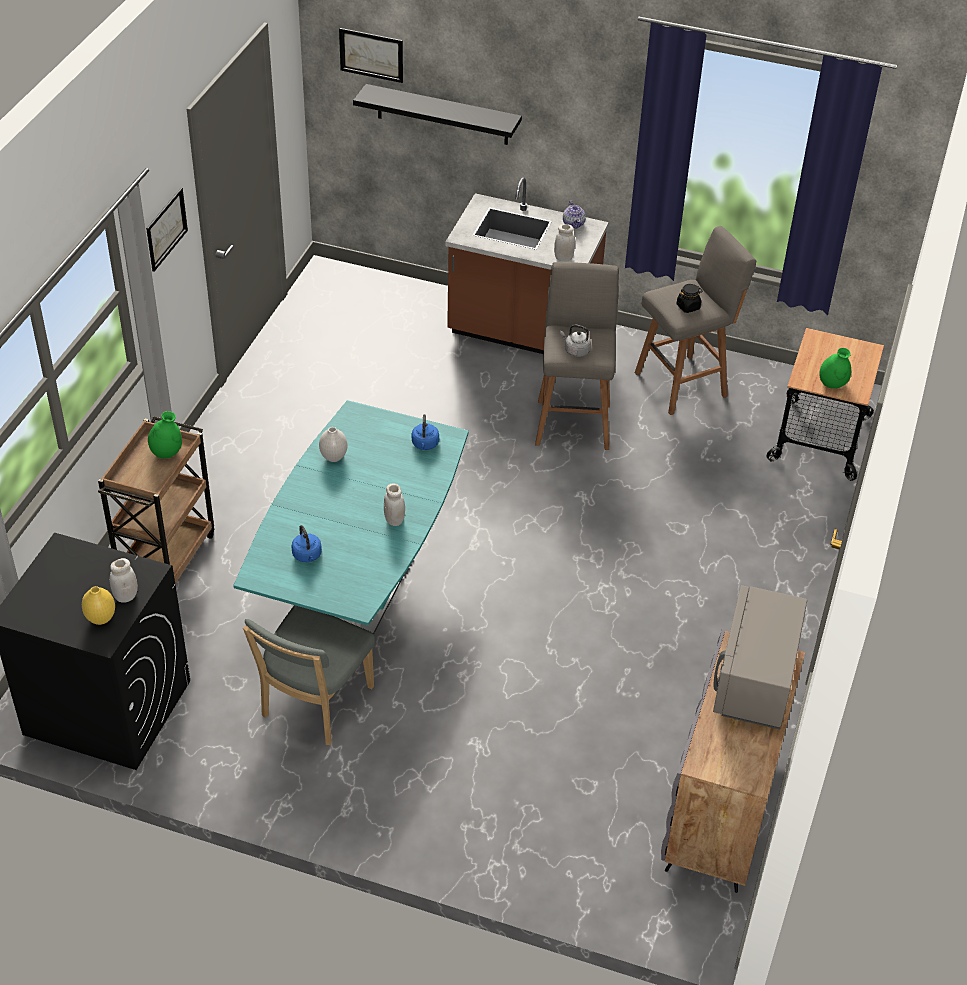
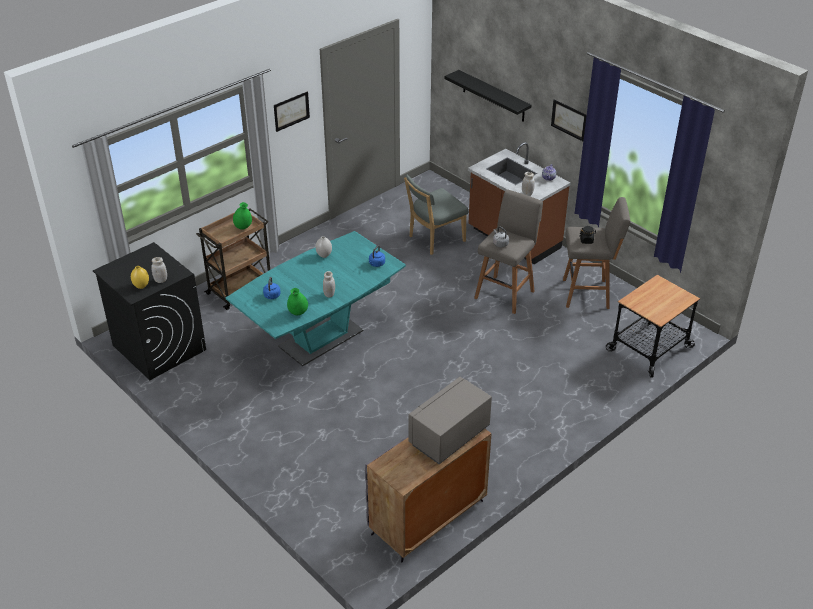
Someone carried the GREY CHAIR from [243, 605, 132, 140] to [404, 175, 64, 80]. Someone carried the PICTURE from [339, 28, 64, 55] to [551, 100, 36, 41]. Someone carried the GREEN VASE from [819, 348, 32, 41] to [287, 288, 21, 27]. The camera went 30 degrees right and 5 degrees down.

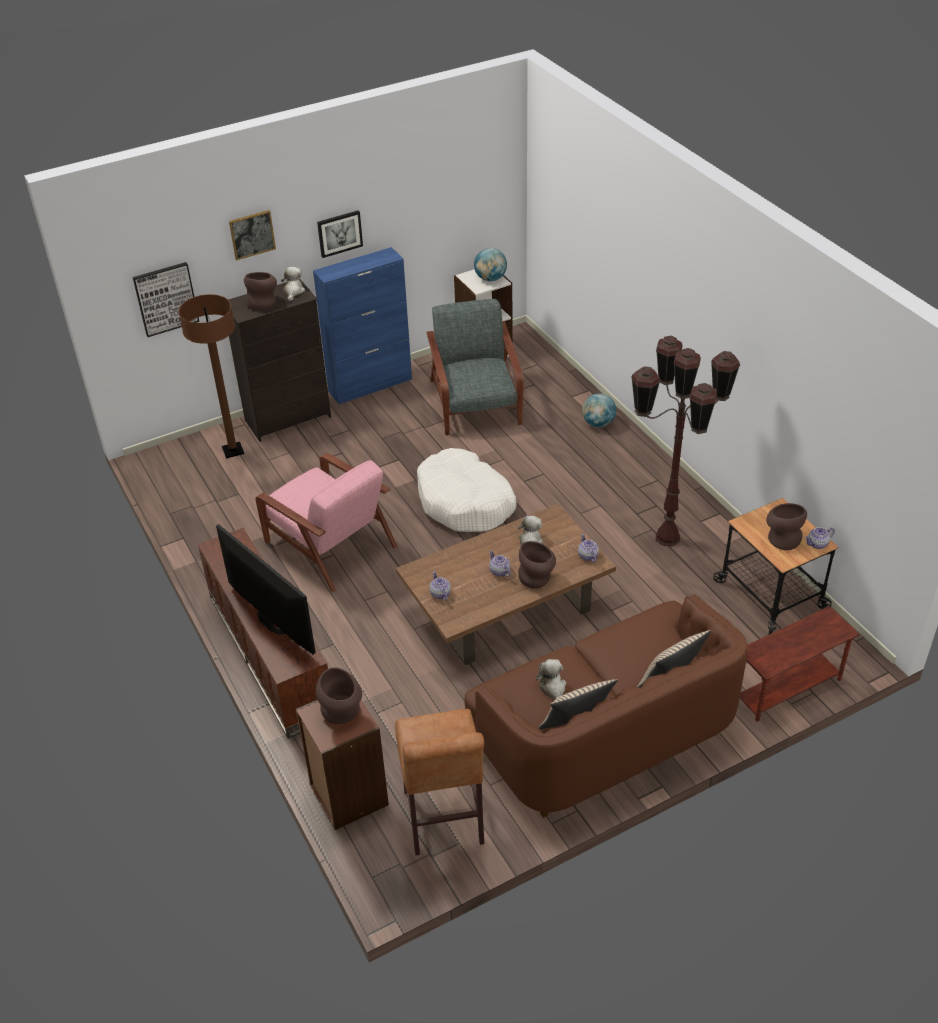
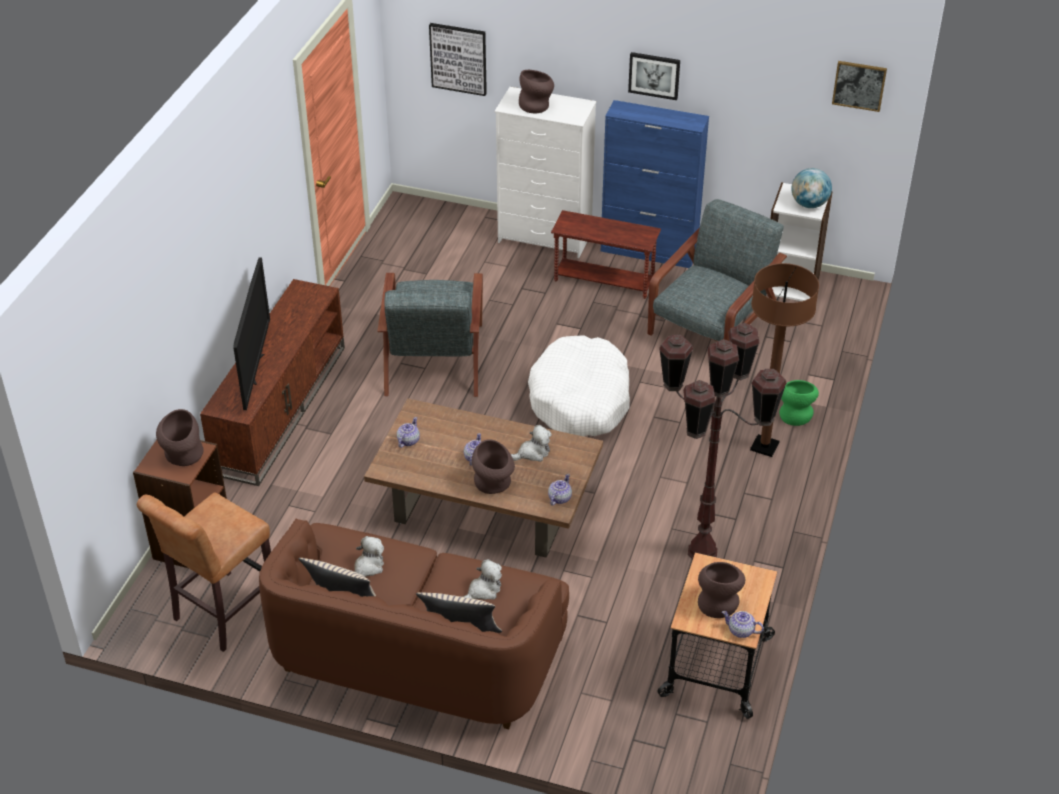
Someone carried the BROWN FLOOR LAMP from [178, 294, 66, 164] to [750, 263, 69, 194]. Someone repainted the BLACK DRESSER at [228, 278, 103, 164], which became the WHITE DRESSER at [495, 87, 102, 171]. Someone carried the PICTURE from [229, 210, 47, 50] to [832, 61, 55, 51]. Someone repainted the PINK ARMCHAIR at [255, 453, 143, 139], which became the GREY ARMCHAIR at [378, 273, 105, 124]. Someone carried the PLUSH TOY from [281, 267, 24, 34] to [461, 559, 41, 41]. Someone swapped the GLOBE at [582, 393, 34, 35] for the GREEN VASE at [779, 380, 40, 46]. Someone carried the BROWN SIDE TABLE from [740, 606, 119, 116] to [551, 210, 110, 89]. The camera went 45 degrees right and 0 degrees up.

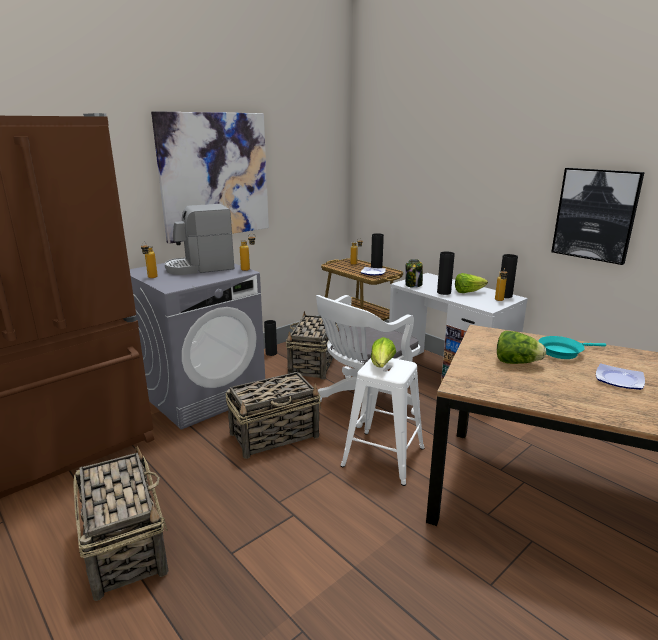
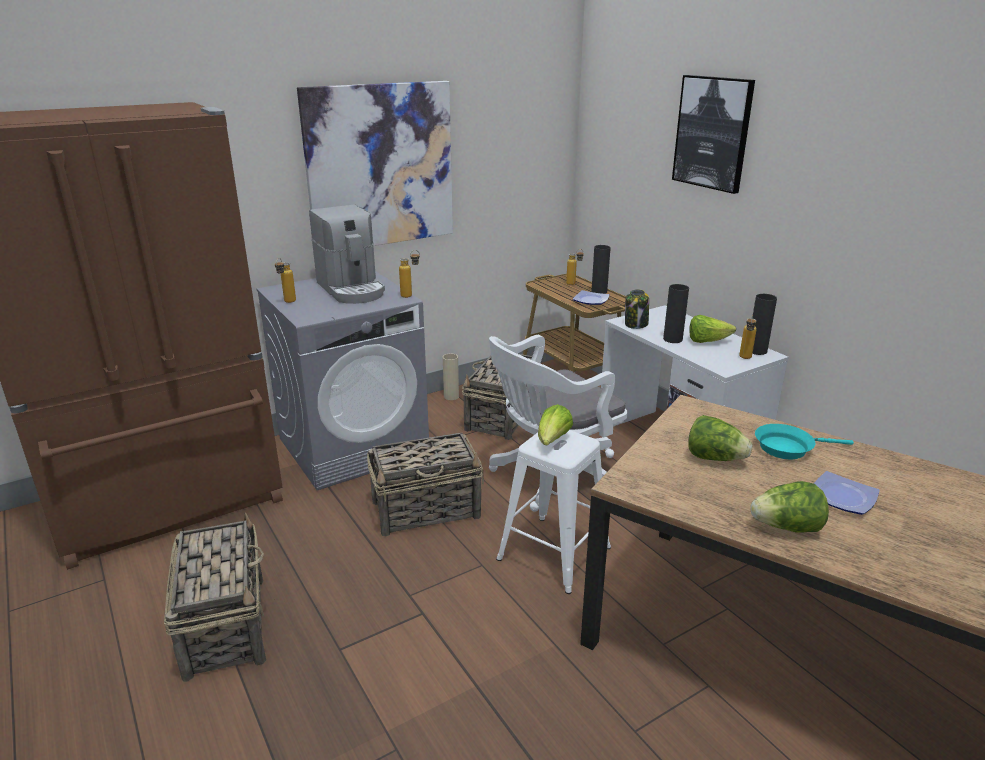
Someone rotated the COFFEE MACHINE at [165, 204, 69, 71] by 105 degrees counterclockwise. Someone repainted the BLACK VASE at [264, 320, 13, 36], which became the BEIGE VASE at [443, 354, 16, 46]. Someone carried the PICTURE from [551, 168, 94, 97] to [672, 75, 83, 119]. Someone put down the LETTUCE at [750, 481, 79, 52]. The camera went 10 degrees right and 5 degrees up.

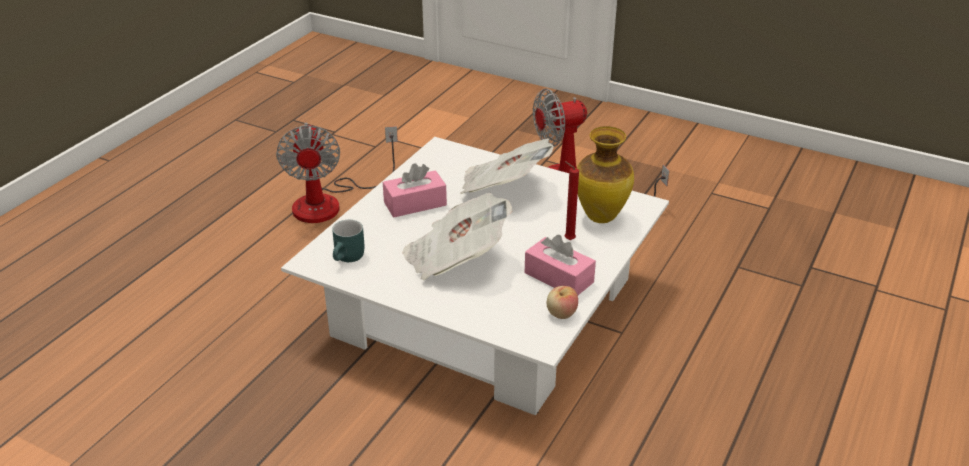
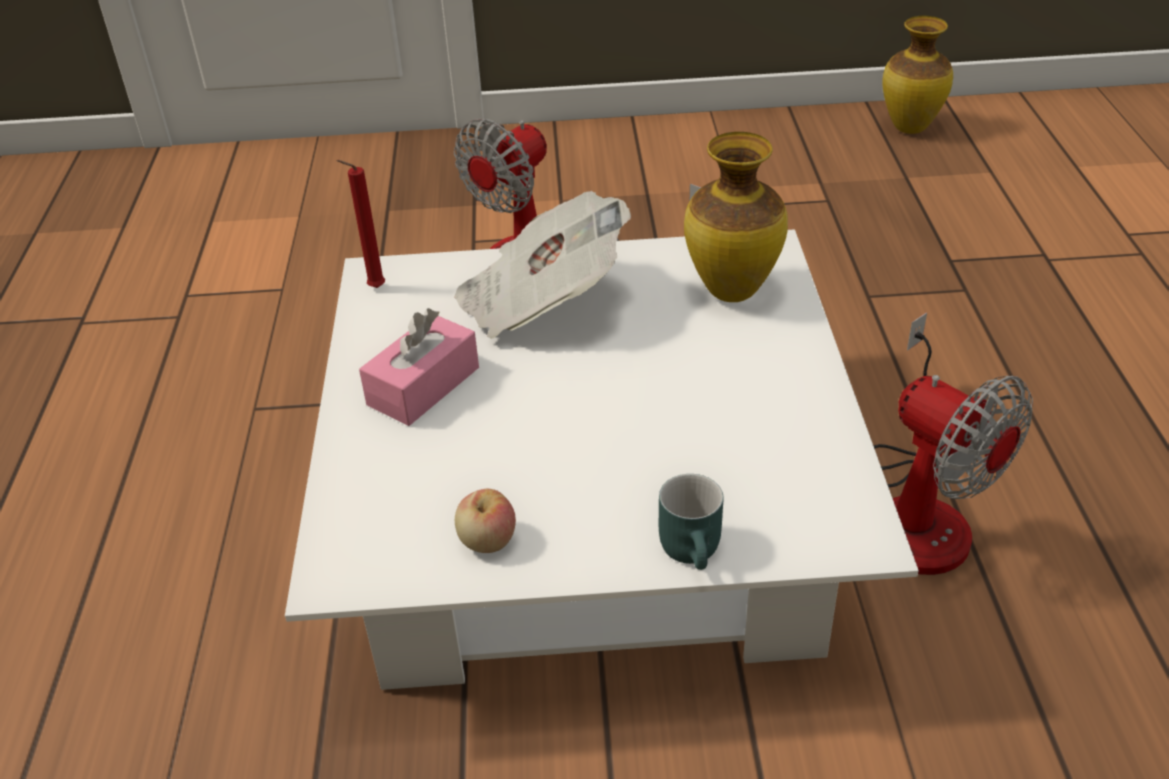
Someone carried the FAN from [276, 123, 122, 100] to [874, 312, 159, 263]. Someone carried the TURQUOISE MUG from [332, 220, 32, 42] to [659, 474, 65, 96]. Someone took away the NEWSPAPER at [402, 193, 111, 87]. Someone took away the PINK TISSUE BOX at [525, 235, 71, 60]. Someone carried the APPLE from [547, 286, 31, 33] to [455, 489, 61, 64]. Someone carried the RED CANDLE from [565, 161, 14, 79] to [336, 160, 49, 128]. Someone put down the VASE at [882, 16, 71, 118]. The camera went 30 degrees left and 5 degrees up.

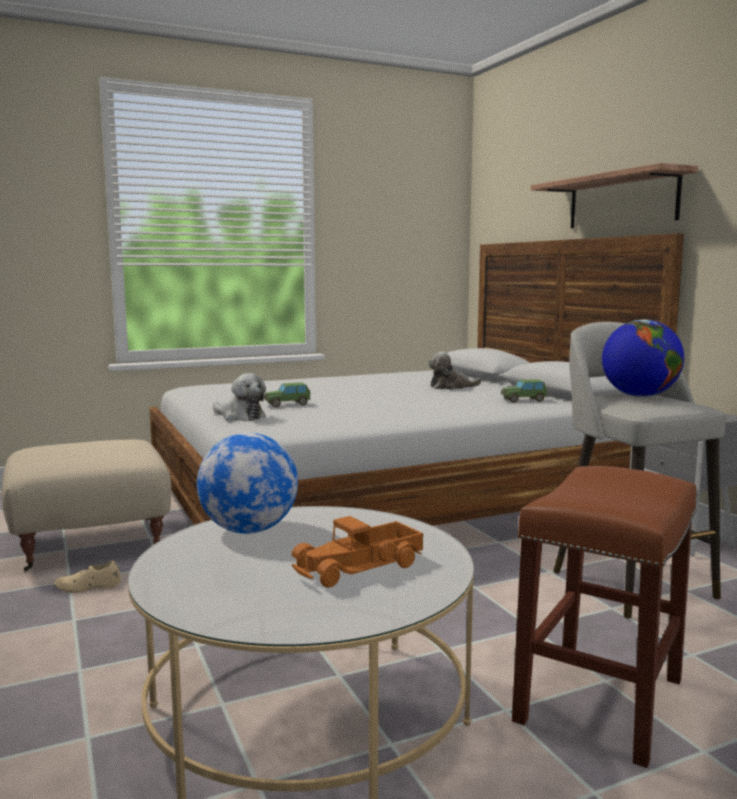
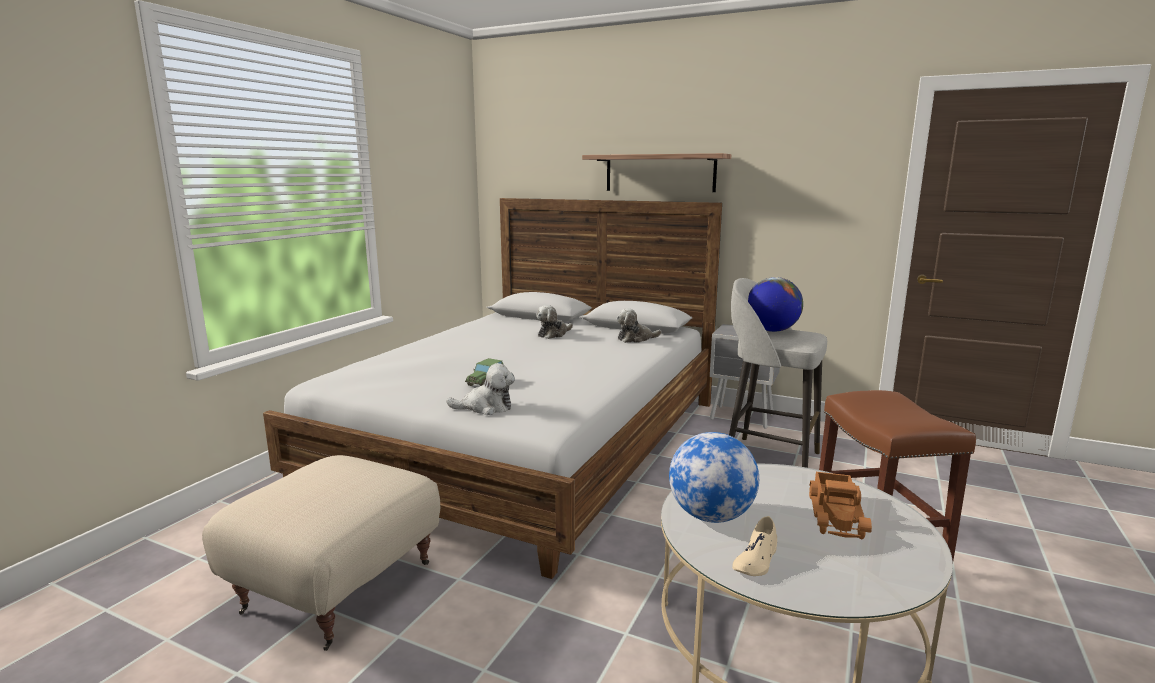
Someone carried the BEIGE SHOE from [54, 560, 67, 33] to [732, 516, 45, 60]. Someone swapped the TOY CAR at [501, 379, 46, 24] for the PLUSH TOY at [616, 308, 46, 35]. The camera went 40 degrees left and 5 degrees up.

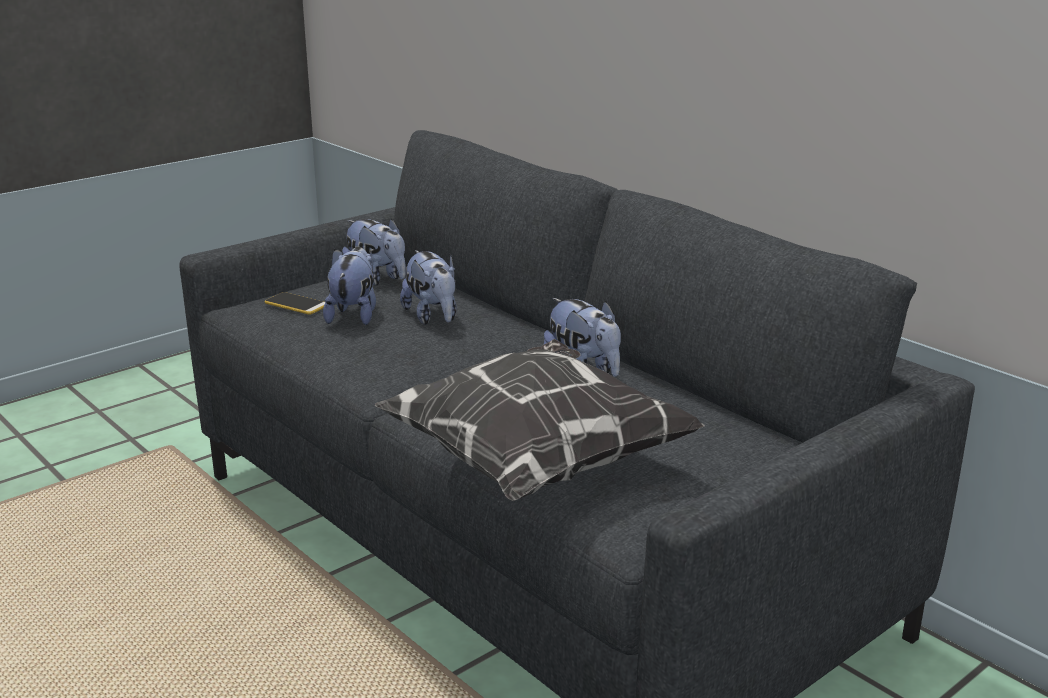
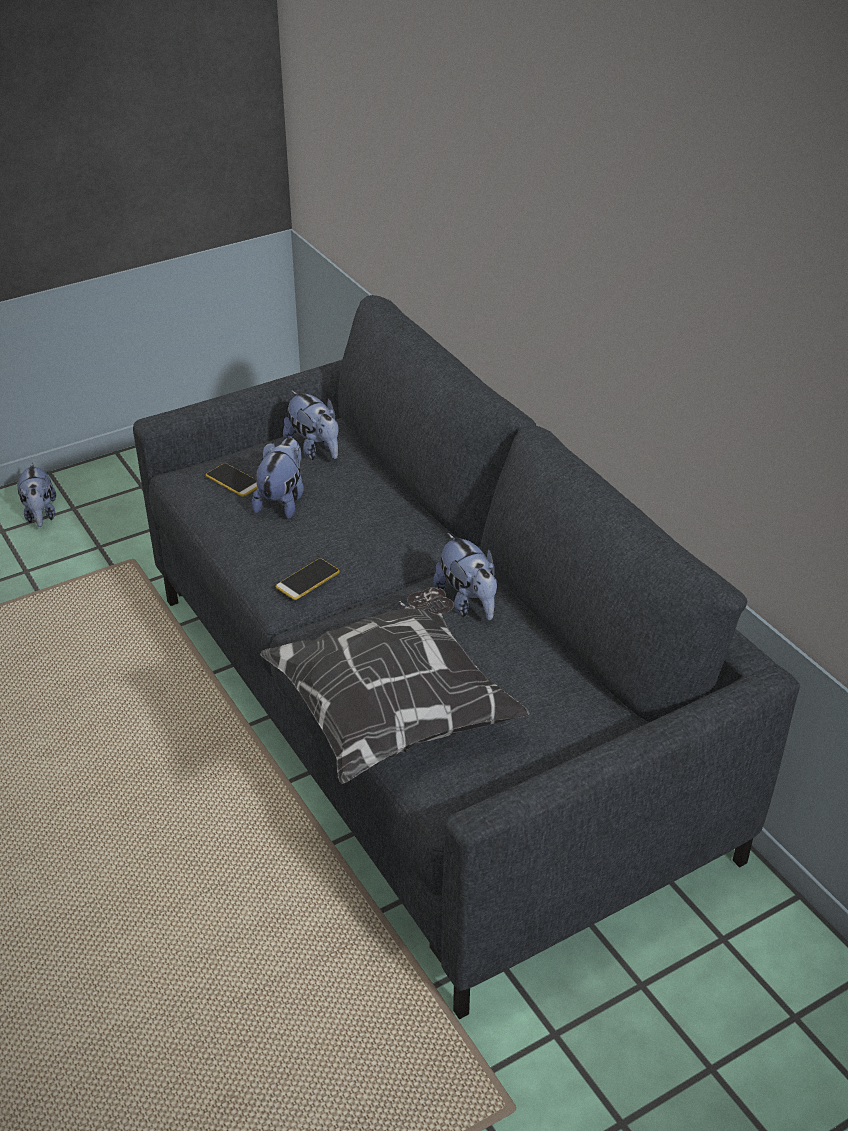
Someone carried the PLUSH TOY from [400, 250, 57, 75] to [17, 462, 39, 65]. Someone put down the PHONE at [276, 558, 64, 42]. The camera went 10 degrees right and 15 degrees up.

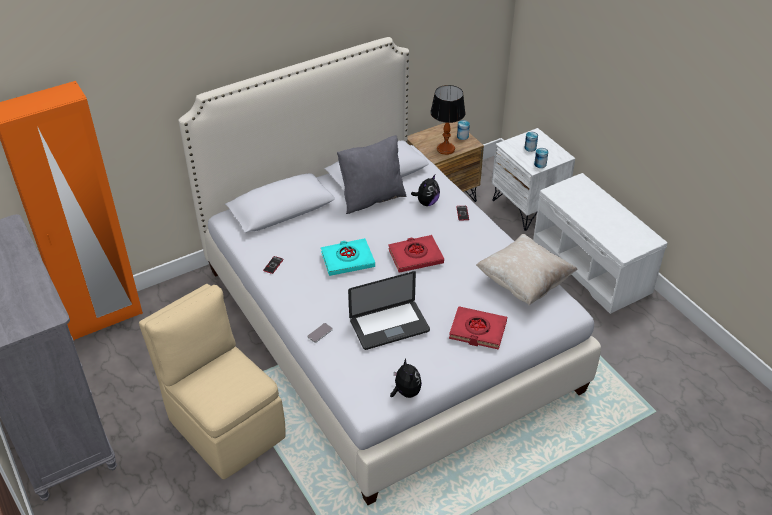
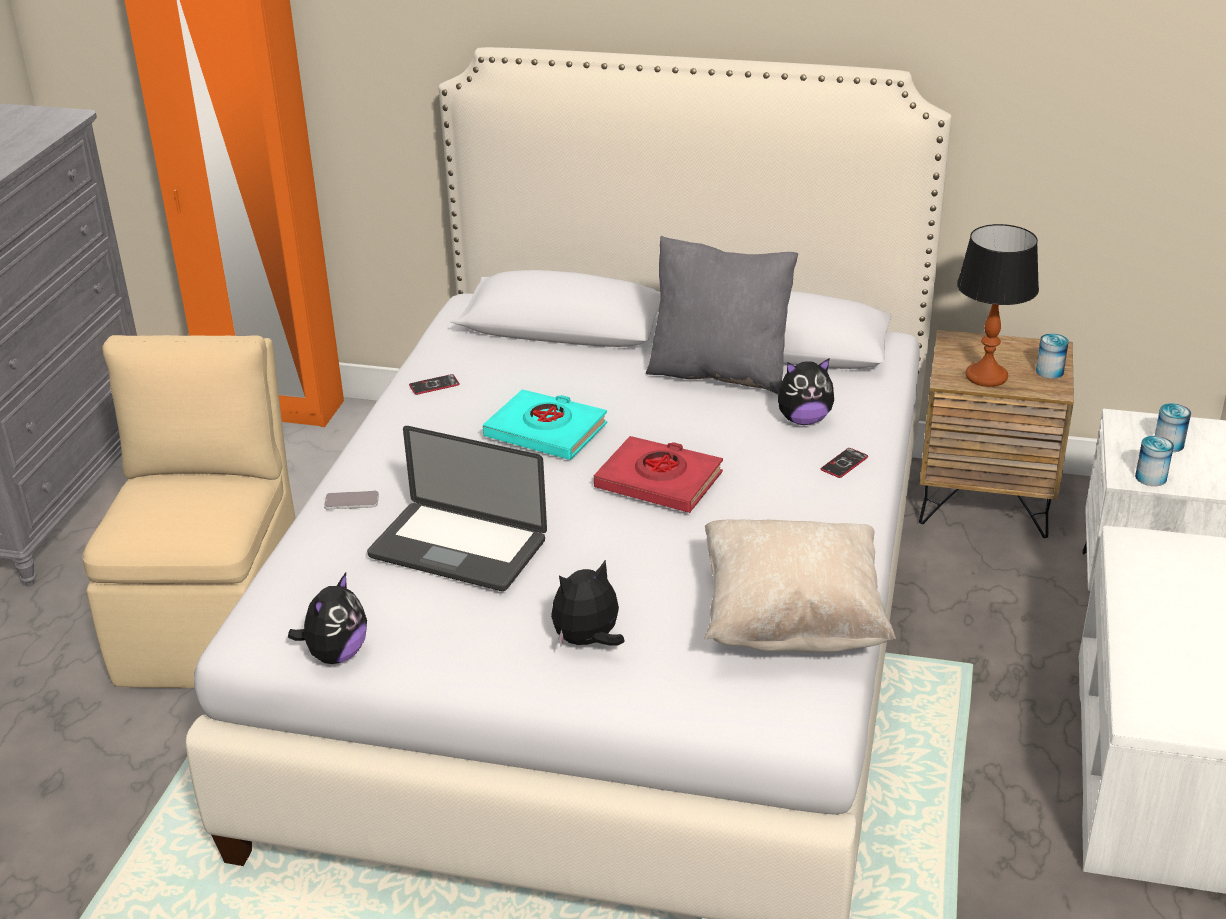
Someone swapped the RED BOOK at [449, 306, 58, 44] for the PLUSH TOY at [551, 559, 74, 87]. The camera went 45 degrees right and 10 degrees down.

